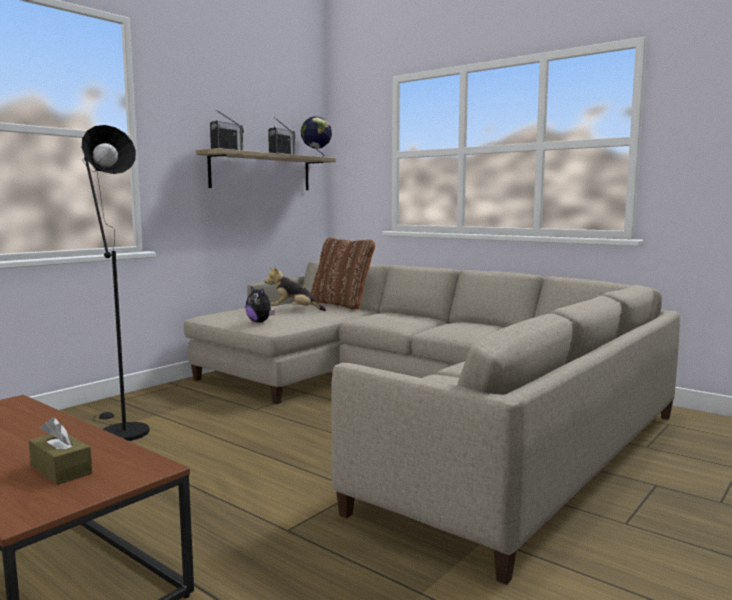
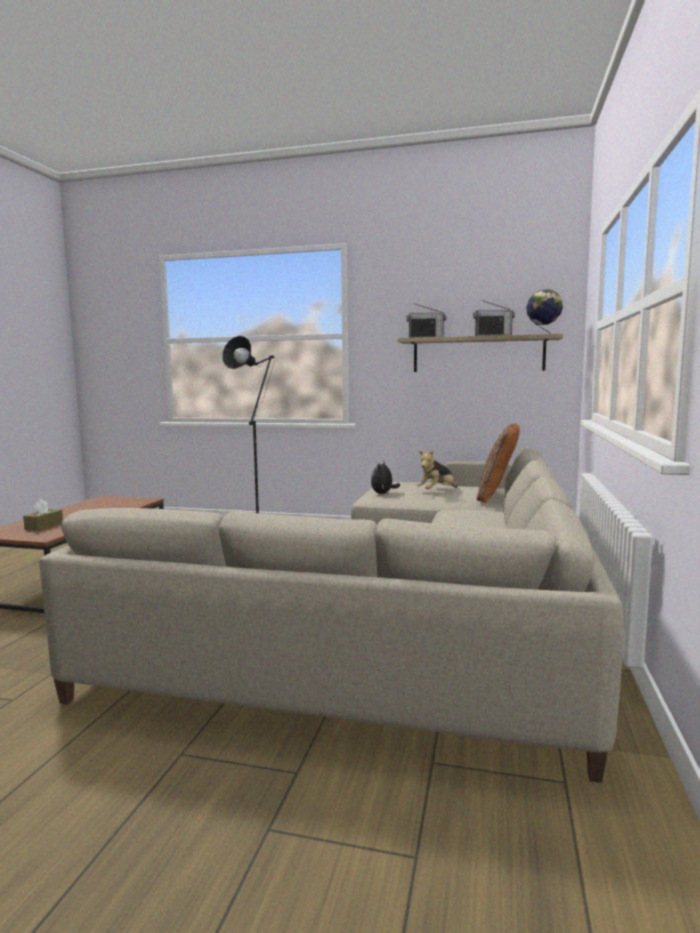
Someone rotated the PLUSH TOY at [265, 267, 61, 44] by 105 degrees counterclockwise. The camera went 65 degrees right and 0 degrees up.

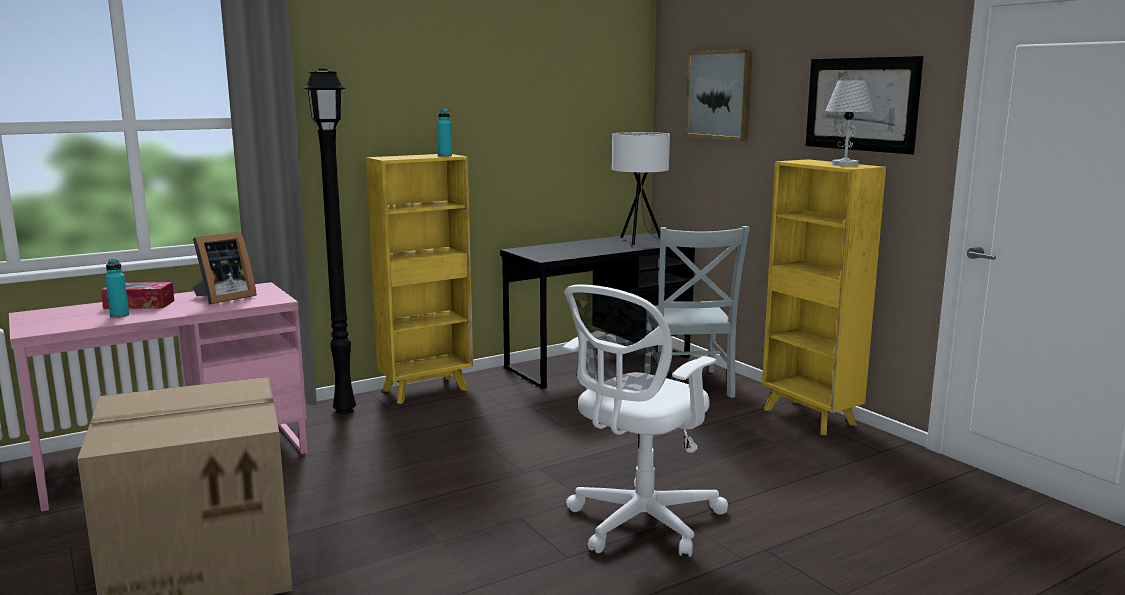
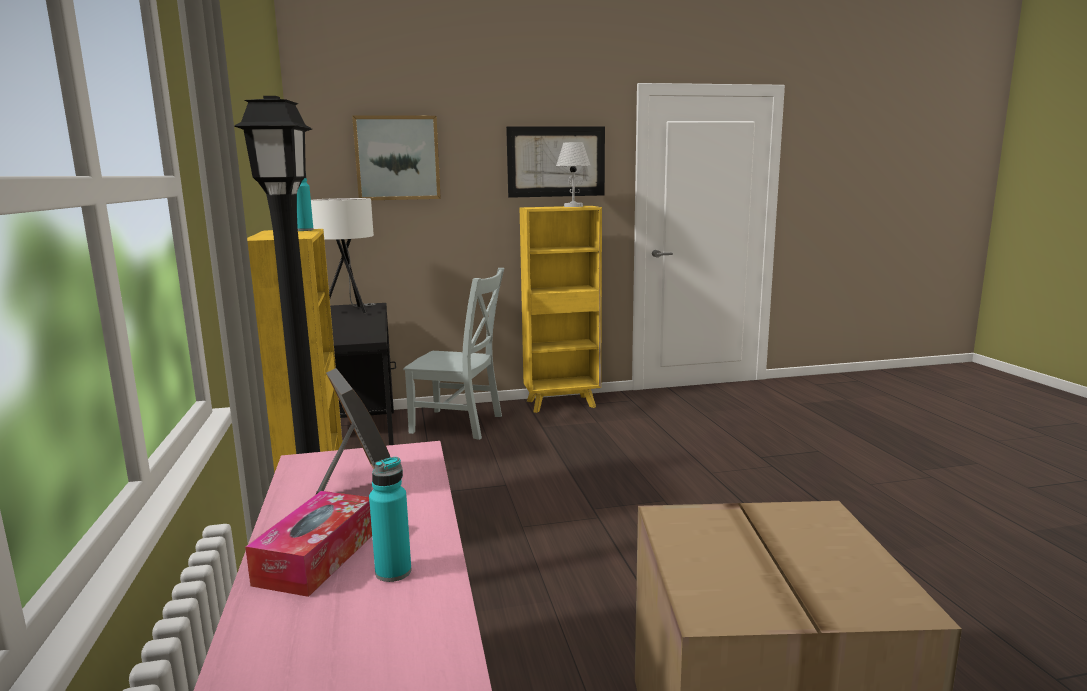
Someone took away the WHITE OFFICE CHAIR at [563, 284, 165, 273]. The camera went 70 degrees left and 0 degrees up.

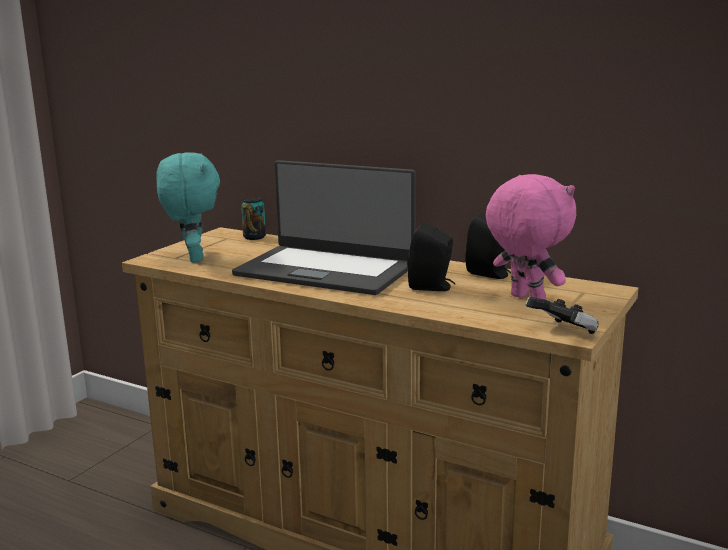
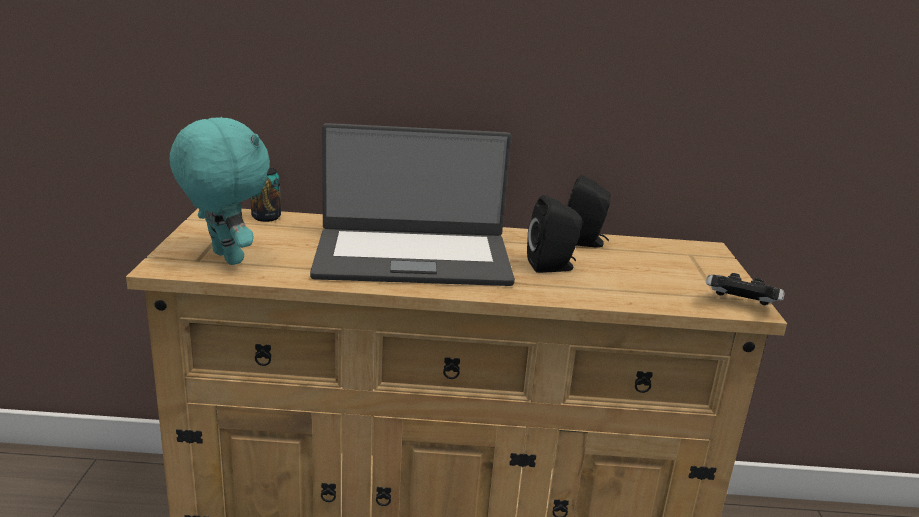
Someone took away the PINK PLUSH TOY at [486, 174, 90, 126]. The camera went 30 degrees left and 5 degrees up.

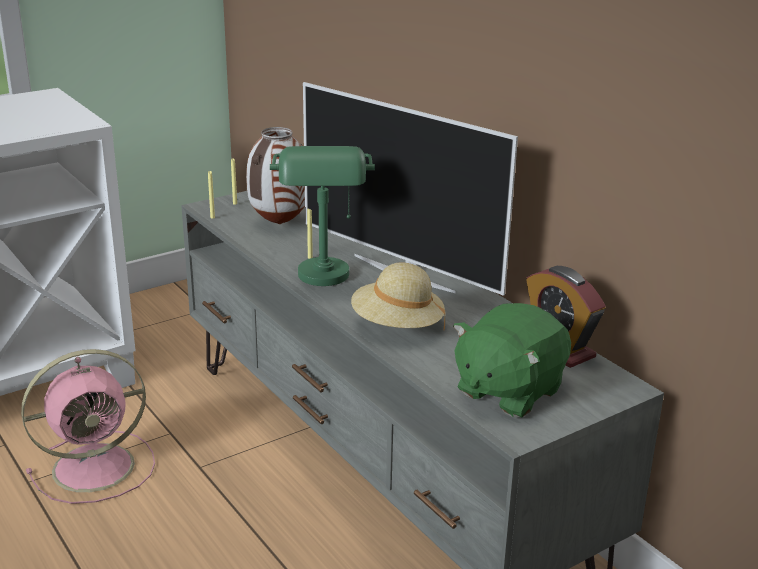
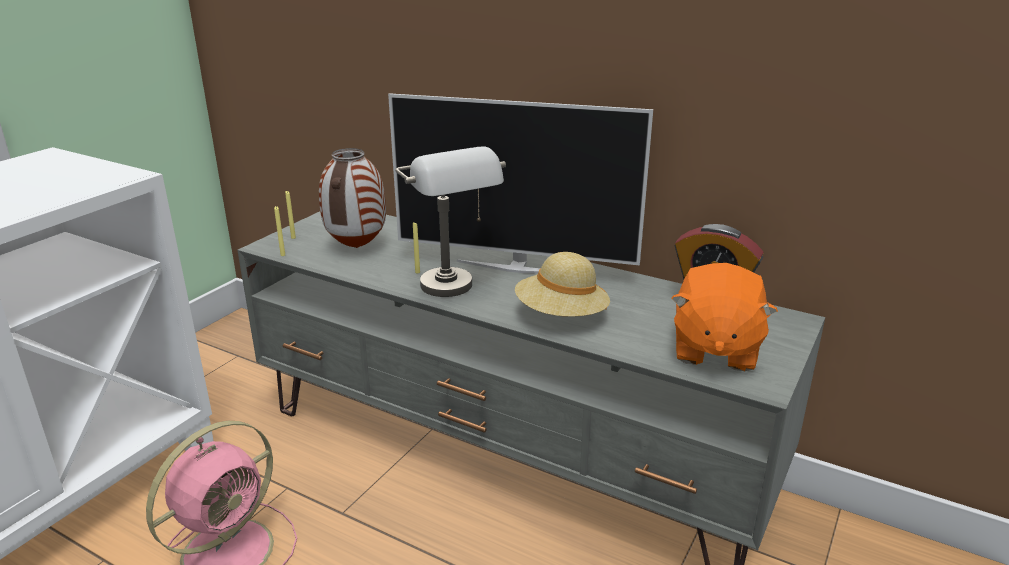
Someone repainted the GREEN TABLE LAMP at [270, 146, 105, 140], which became the GREY TABLE LAMP at [395, 146, 111, 151]. Someone repainted the GREEN PLUSH TOY at [453, 303, 118, 115], which became the ORANGE PLUSH TOY at [671, 263, 107, 108]. The camera went 25 degrees left and 0 degrees up.

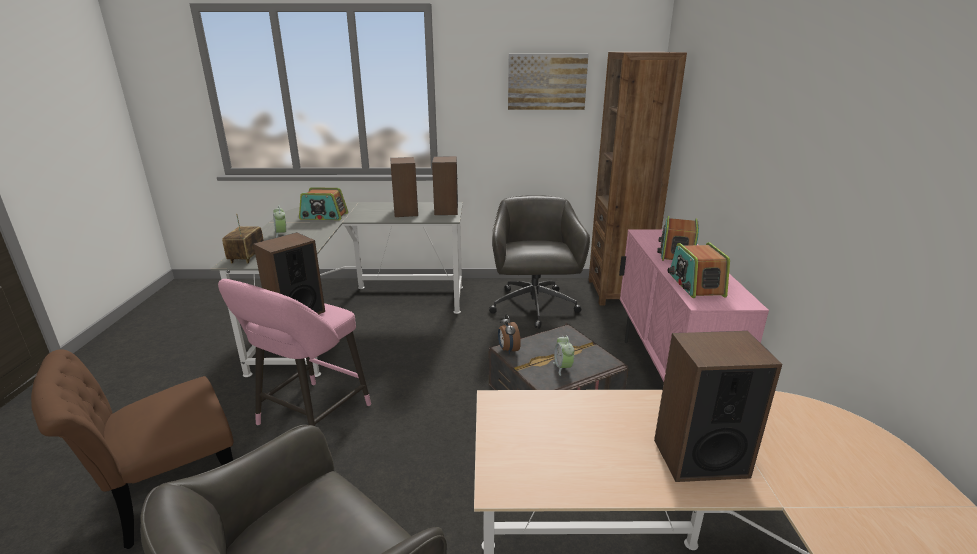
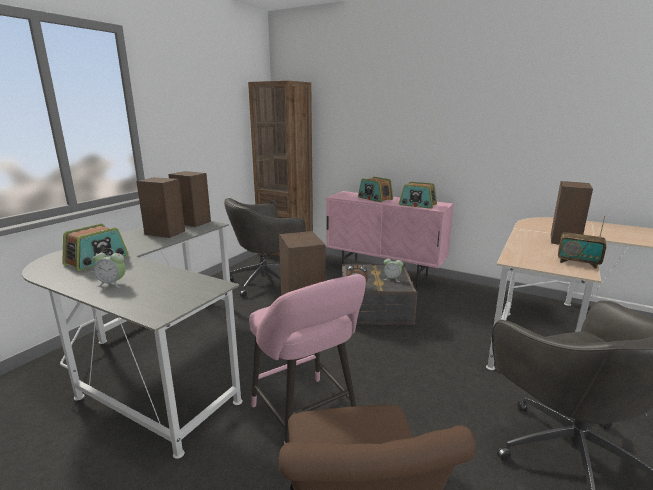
Someone carried the RADIO from [222, 214, 42, 50] to [558, 216, 48, 53]. Someone rotated the GREY OFFICE CHAIR at [489, 195, 101, 134] by 60 degrees counterclockwise. Someone took away the PICTURE at [508, 54, 81, 56]. The camera went 60 degrees left and 5 degrees down.

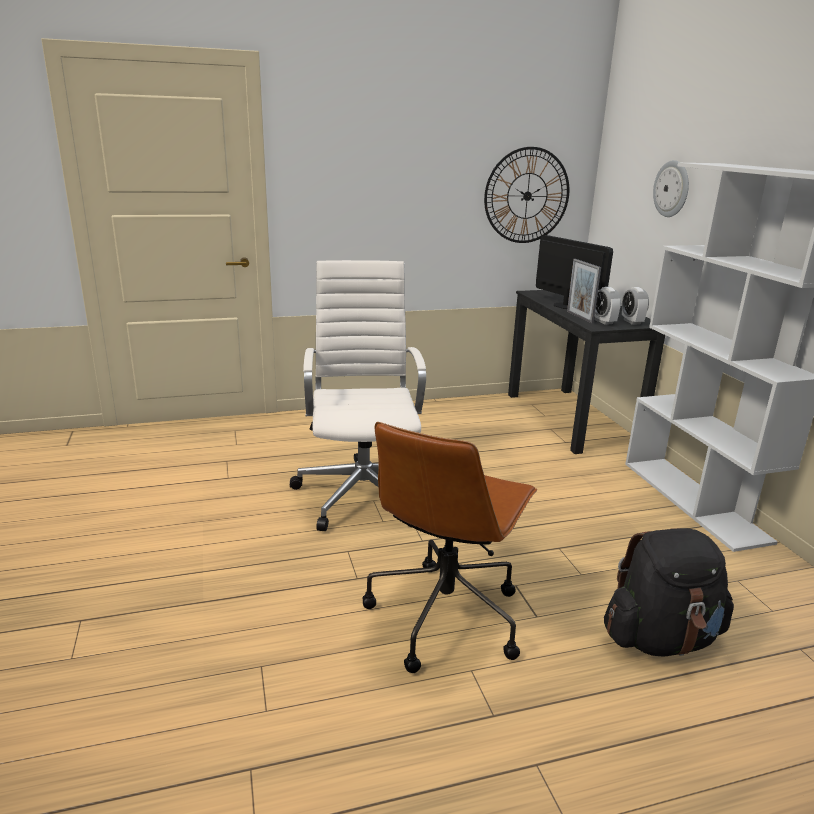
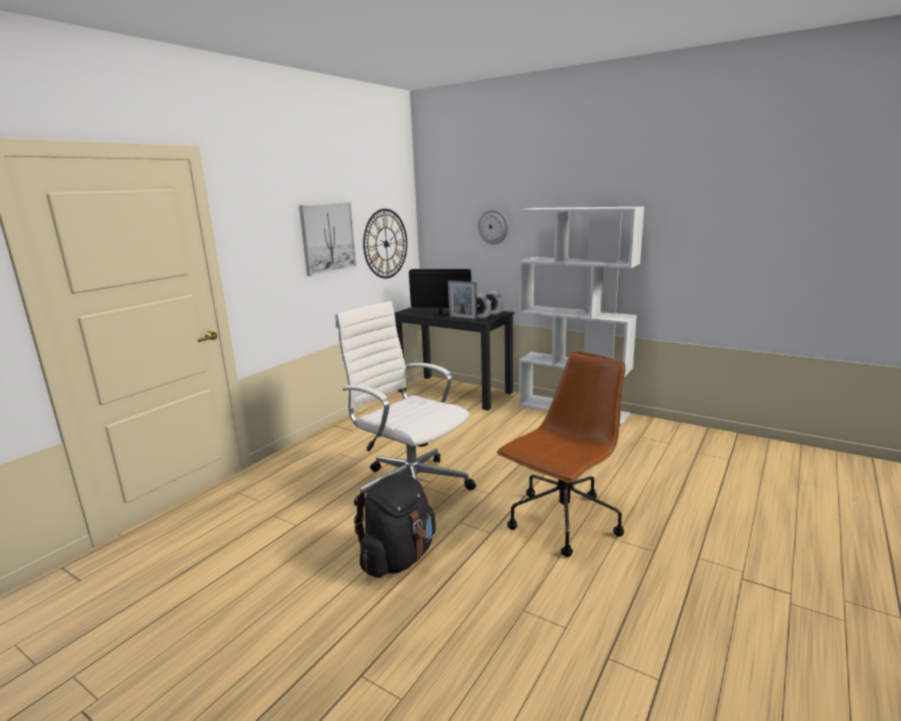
Someone rotated the BROWN OFFICE CHAIR at [363, 422, 174, 251] by 120 degrees counterclockwise. Someone carried the BLACK BACKPACK from [604, 528, 130, 129] to [354, 473, 82, 105]. Someone put up the PICTURE at [299, 202, 58, 74]. The camera went 40 degrees left and 5 degrees down.

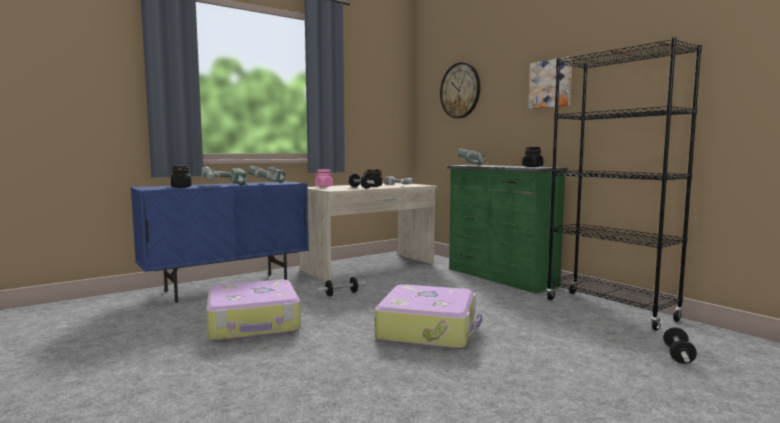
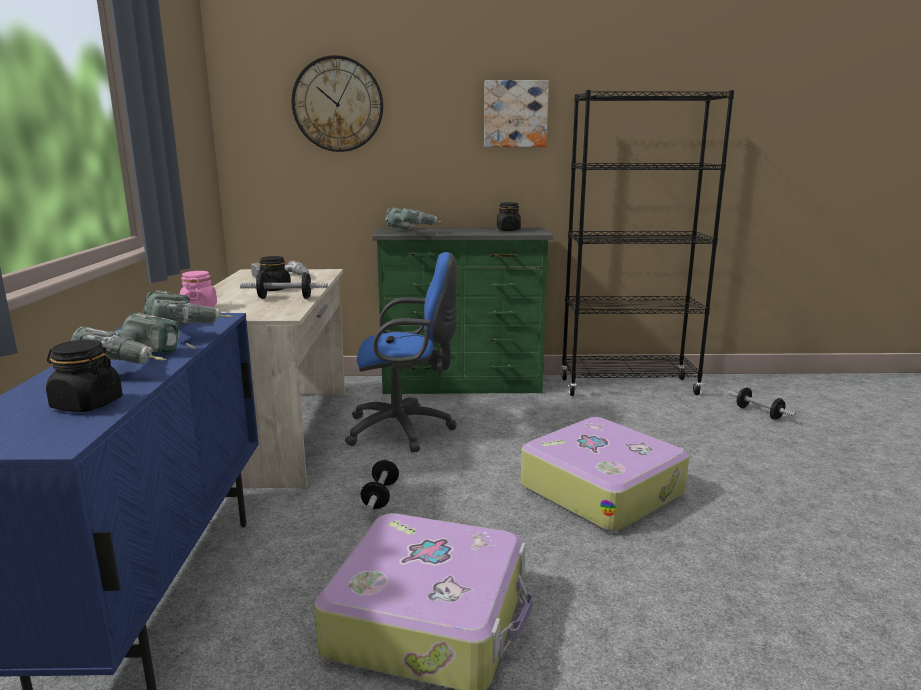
Someone put down the BLUE OFFICE CHAIR at [345, 252, 112, 200]. The camera went 55 degrees left and 10 degrees up.

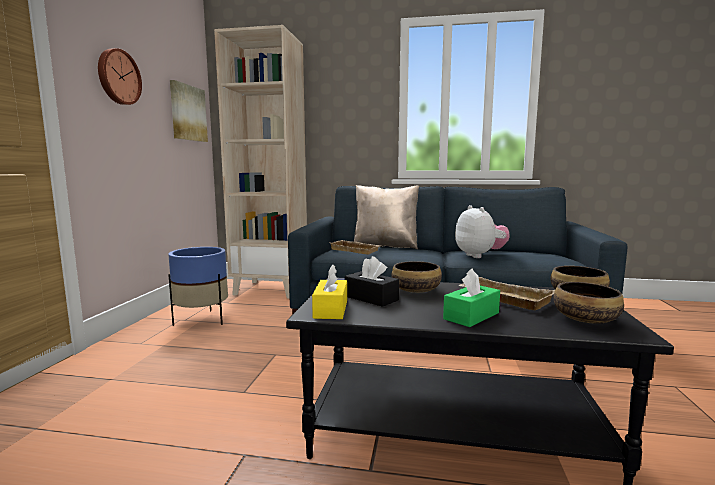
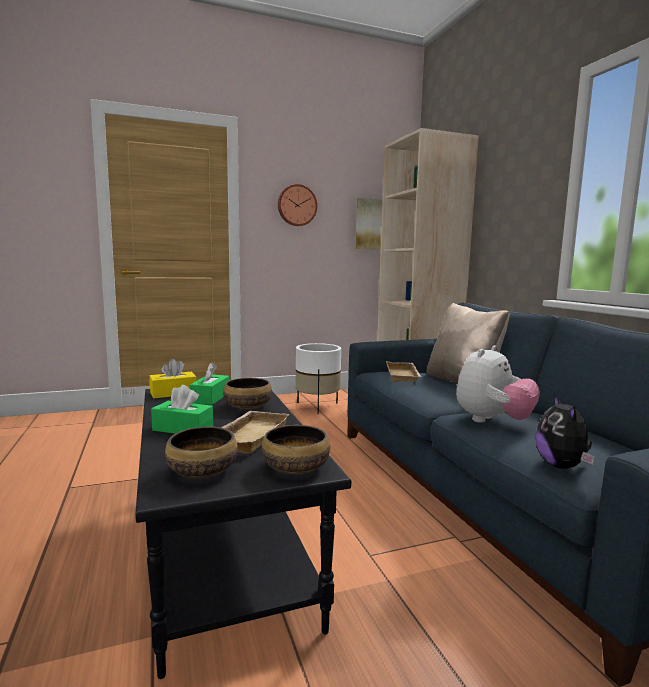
Someone repainted the BLUE PLANTER at [168, 247, 60, 79], which became the WHITE PLANTER at [295, 343, 46, 71]. Someone repainted the BLACK TISSUE BOX at [345, 256, 54, 51], which became the GREEN TISSUE BOX at [189, 362, 40, 43]. Someone put down the PLUSH TOY at [535, 395, 60, 74]. The camera went 60 degrees right and 0 degrees up.

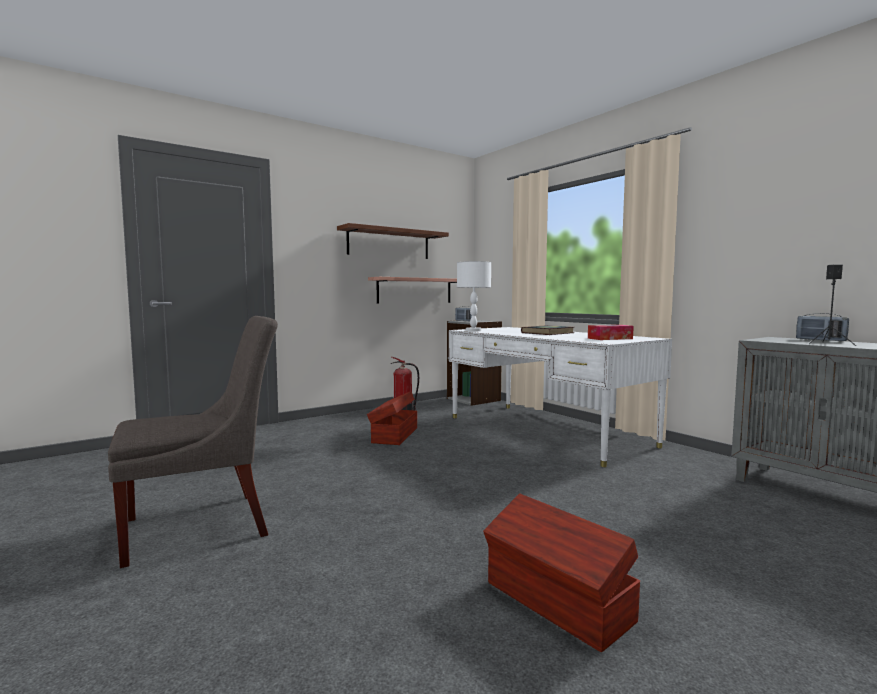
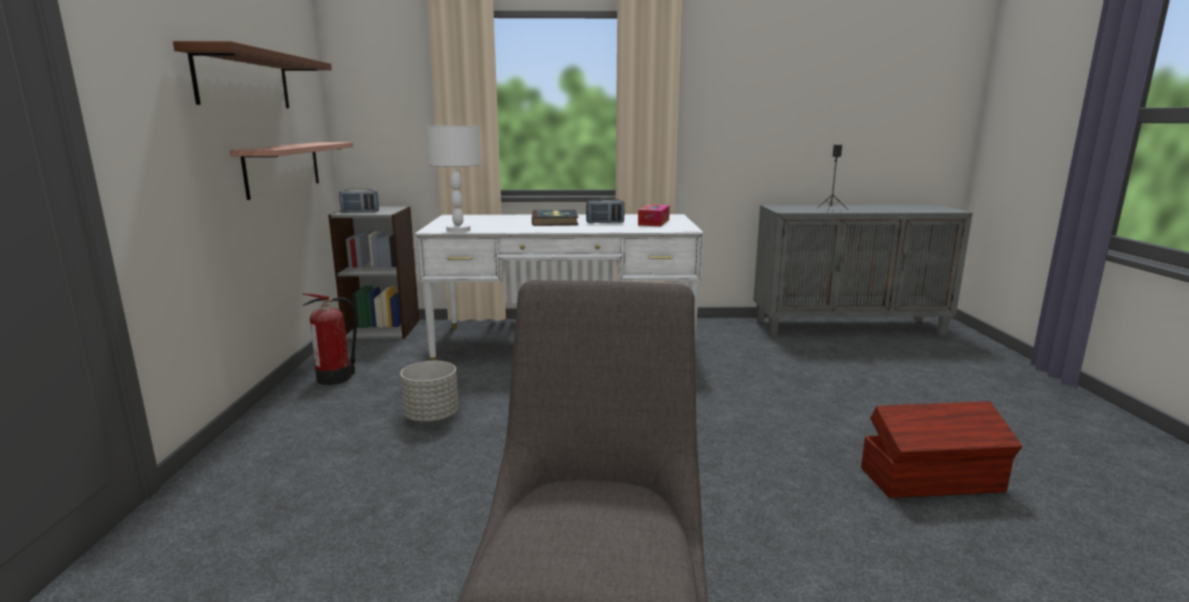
Someone swapped the BROWN STORAGE BOX at [367, 391, 50, 54] for the GREY PLANTER at [400, 361, 59, 61]. Someone carried the RADIO from [796, 313, 53, 28] to [586, 198, 39, 25]. The camera went 55 degrees left and 10 degrees up.

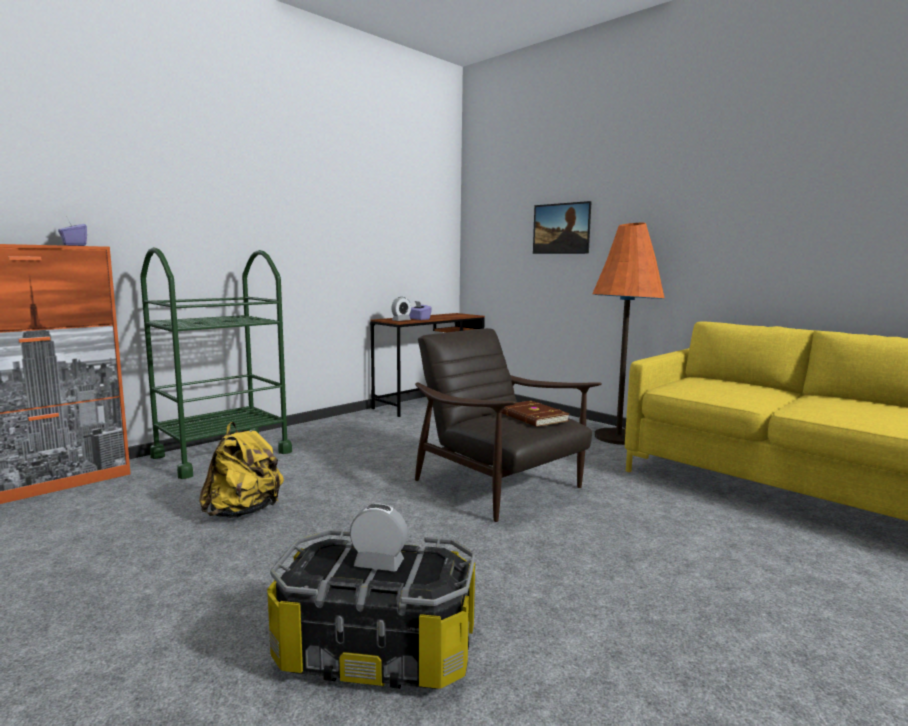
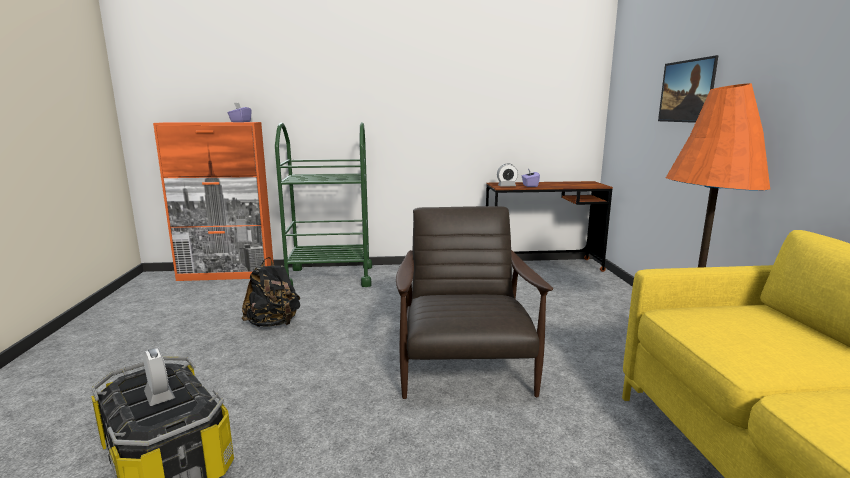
Someone repainted the YELLOW BACKPACK at [199, 422, 85, 96], which became the BLACK BACKPACK at [242, 257, 59, 70]. Someone took away the BROWN BOOK at [501, 401, 69, 26]. The camera went 40 degrees right and 5 degrees up.

